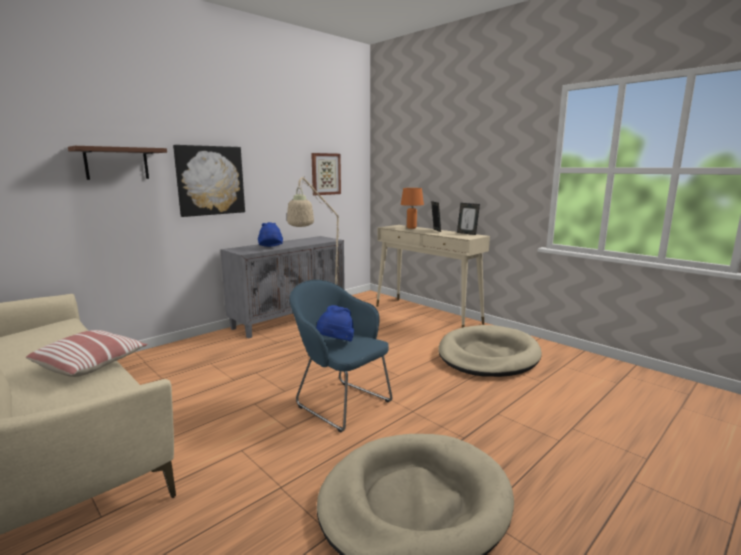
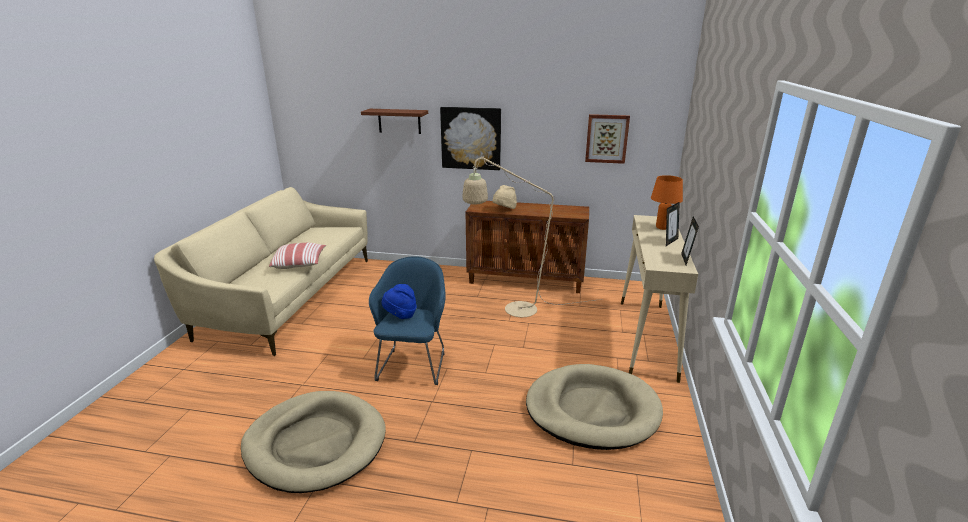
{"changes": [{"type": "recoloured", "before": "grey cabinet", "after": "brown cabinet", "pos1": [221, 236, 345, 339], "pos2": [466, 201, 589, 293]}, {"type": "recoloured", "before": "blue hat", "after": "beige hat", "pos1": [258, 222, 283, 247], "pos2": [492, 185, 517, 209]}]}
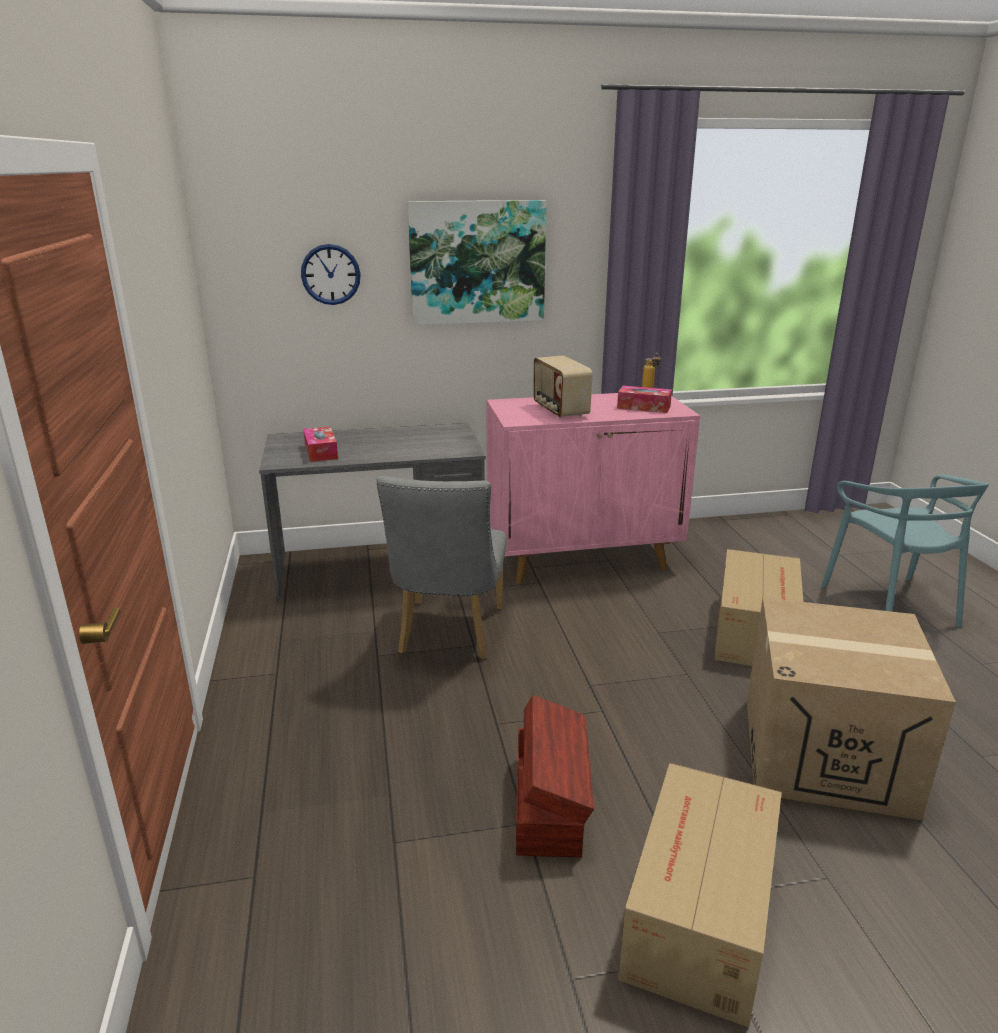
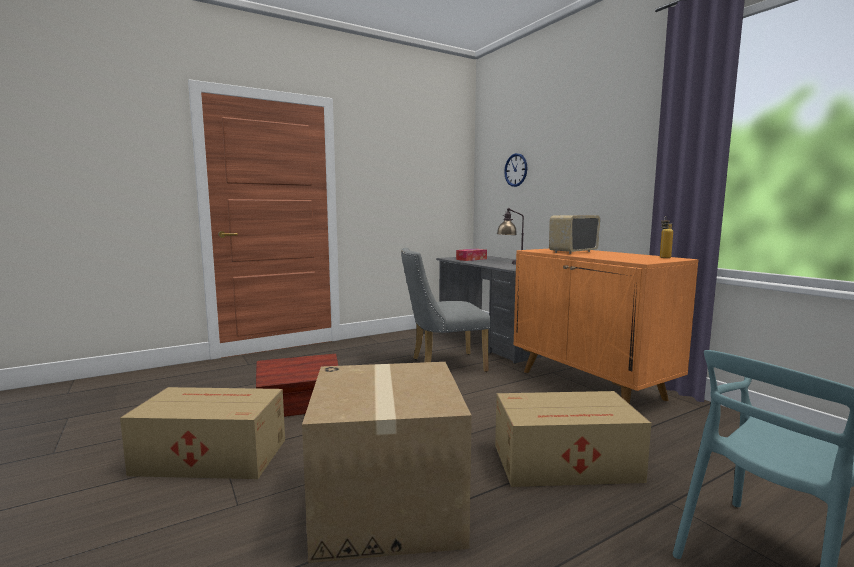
{"changes": [{"type": "removed", "before": "picture", "pos1": [407, 200, 547, 325]}, {"type": "recoloured", "before": "pink cabinet", "after": "orange cabinet", "pos1": [486, 393, 700, 584], "pos2": [514, 249, 698, 404]}, {"type": "removed", "before": "tissue box", "pos1": [617, 386, 672, 413]}, {"type": "added", "after": "table lamp", "pos2": [497, 208, 524, 265]}]}
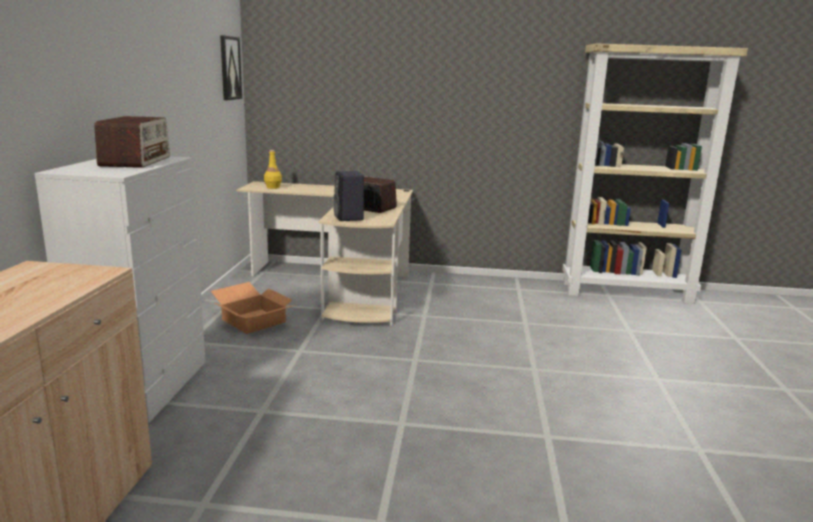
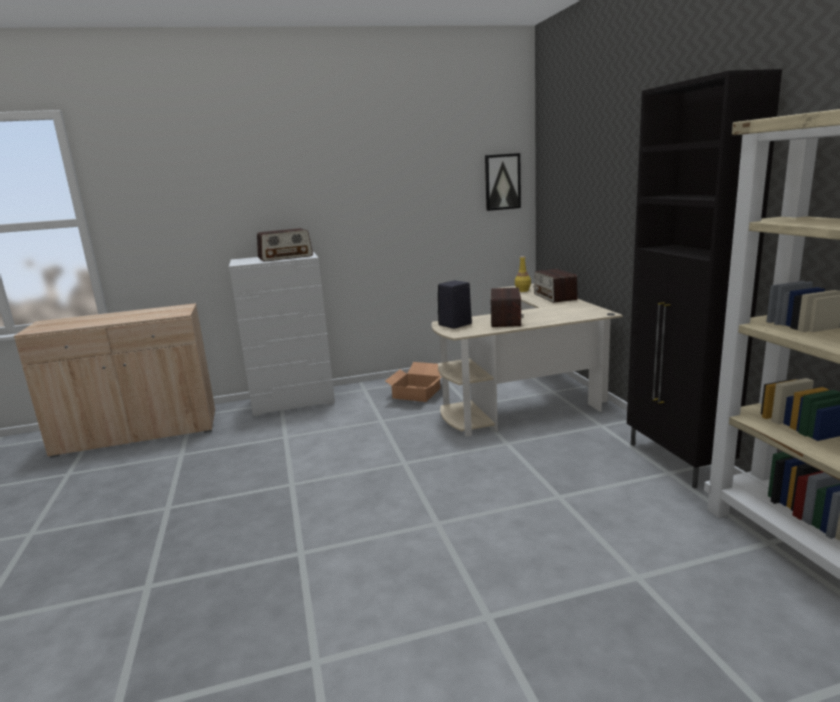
{"changes": [{"type": "added", "after": "radio", "pos2": [534, 269, 578, 303]}, {"type": "added", "after": "black cabinet", "pos2": [627, 69, 782, 489]}]}
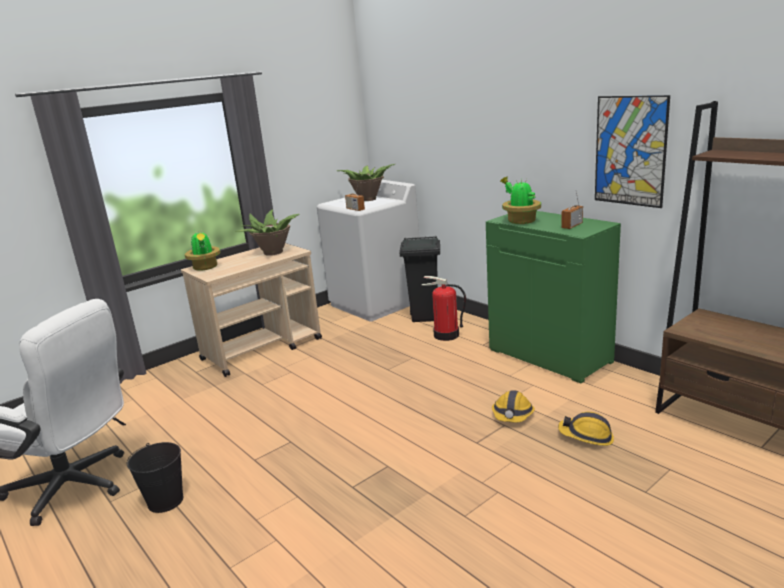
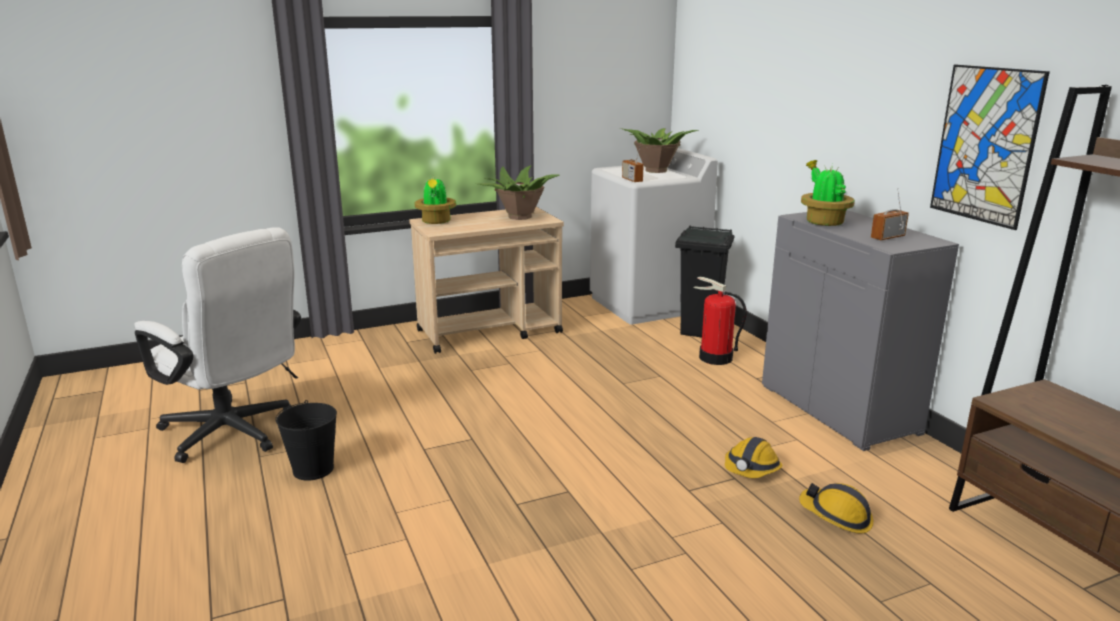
{"changes": [{"type": "recoloured", "before": "green cabinet", "after": "grey cabinet", "pos1": [486, 211, 621, 383], "pos2": [762, 210, 959, 451]}]}
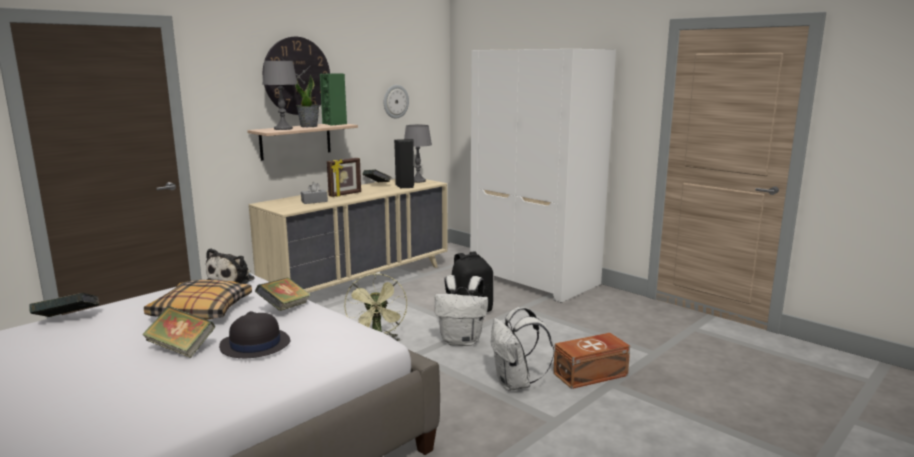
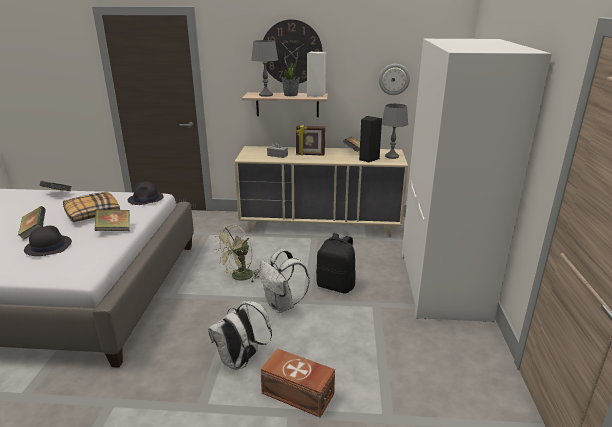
{"changes": [{"type": "replaced", "before": "plush toy", "after": "black hat", "pos1": [206, 248, 255, 284], "pos2": [128, 182, 164, 205]}, {"type": "recoloured", "before": "green speaker", "after": "white speaker", "pos1": [320, 73, 347, 126], "pos2": [307, 51, 326, 97]}]}
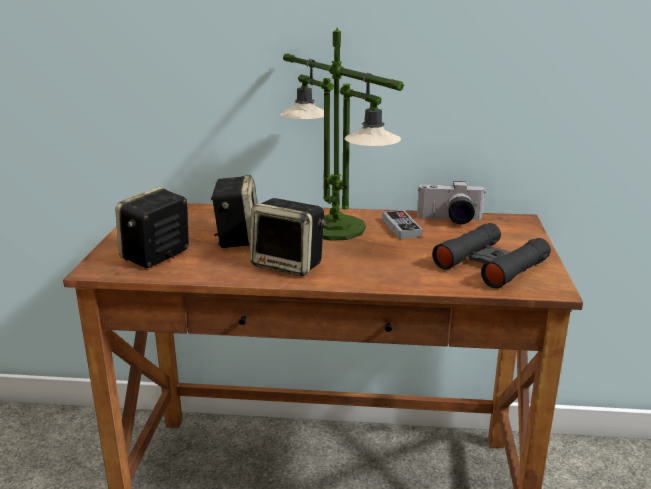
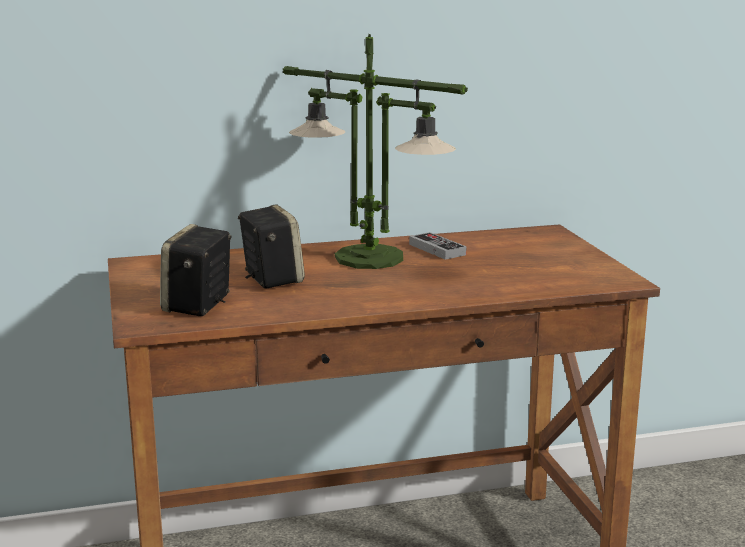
{"changes": [{"type": "removed", "before": "speaker", "pos1": [250, 198, 326, 276]}, {"type": "removed", "before": "photo camera", "pos1": [417, 181, 486, 224]}, {"type": "removed", "before": "black binoculars", "pos1": [432, 223, 551, 288]}]}
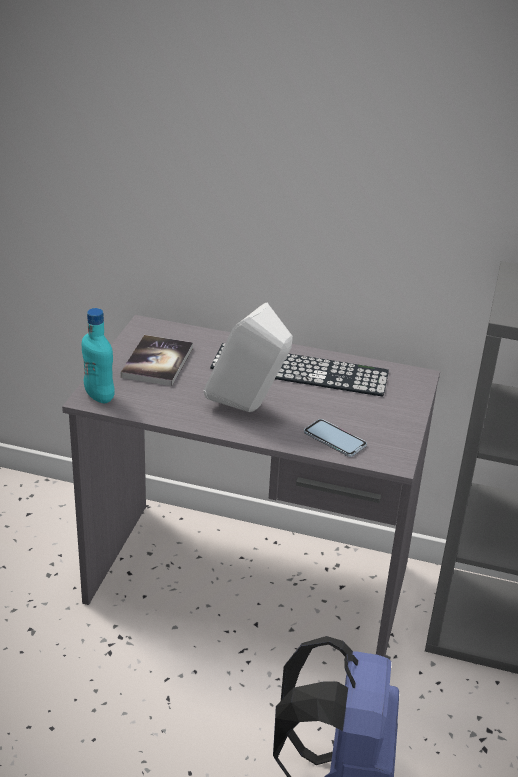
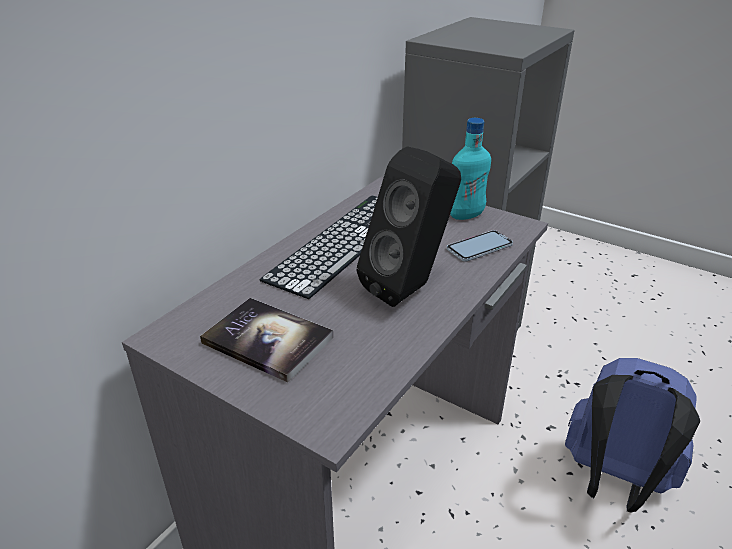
{"changes": [{"type": "moved", "before": "turquoise bottle", "pos1": [82, 308, 115, 403], "pos2": [450, 118, 491, 220]}, {"type": "recoloured", "before": "white speaker", "after": "black speaker", "pos1": [204, 303, 293, 412], "pos2": [357, 146, 461, 307]}]}
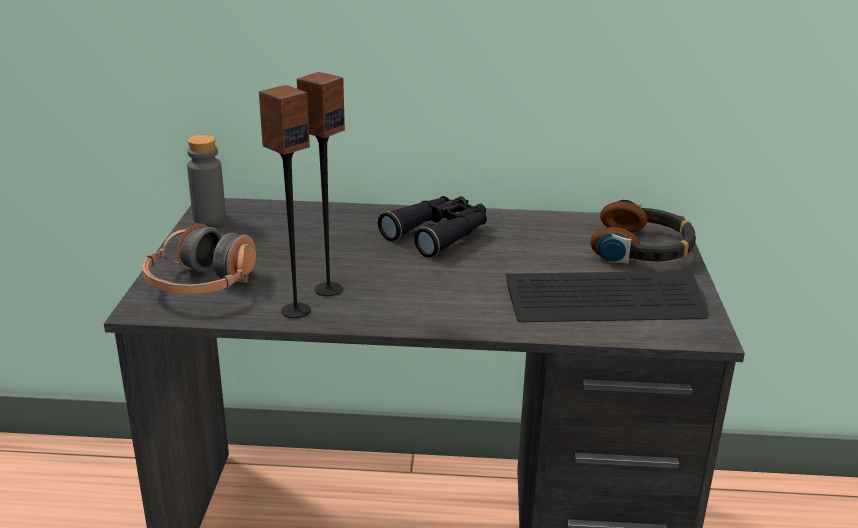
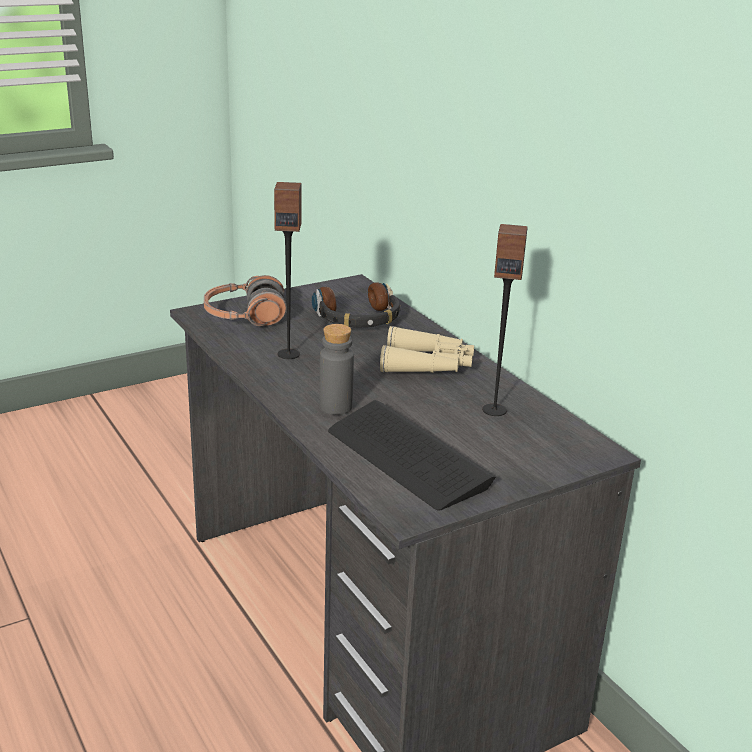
{"changes": [{"type": "moved", "before": "grey bottle", "pos1": [187, 135, 226, 225], "pos2": [319, 324, 354, 415]}, {"type": "moved", "before": "speaker", "pos1": [259, 85, 311, 318], "pos2": [482, 224, 528, 416]}, {"type": "recoloured", "before": "black binoculars", "after": "beige binoculars", "pos1": [378, 196, 487, 258], "pos2": [380, 326, 474, 373]}, {"type": "moved", "before": "headphones", "pos1": [590, 199, 696, 264], "pos2": [312, 282, 400, 327]}]}
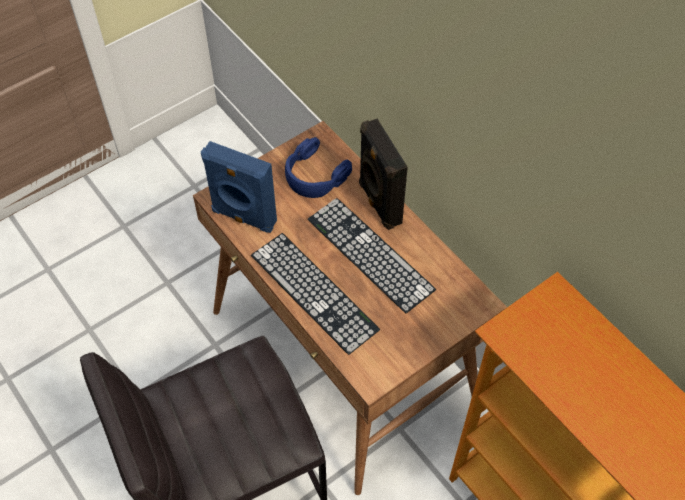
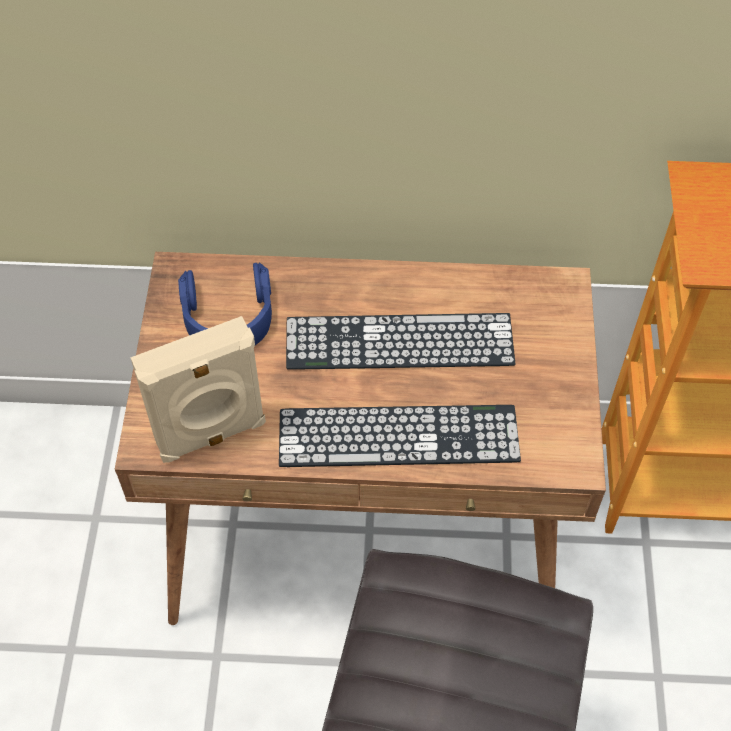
{"changes": [{"type": "recoloured", "before": "blue speaker", "after": "beige speaker", "pos1": [201, 141, 277, 233], "pos2": [130, 316, 266, 463]}, {"type": "removed", "before": "black speaker", "pos1": [359, 119, 408, 230]}]}
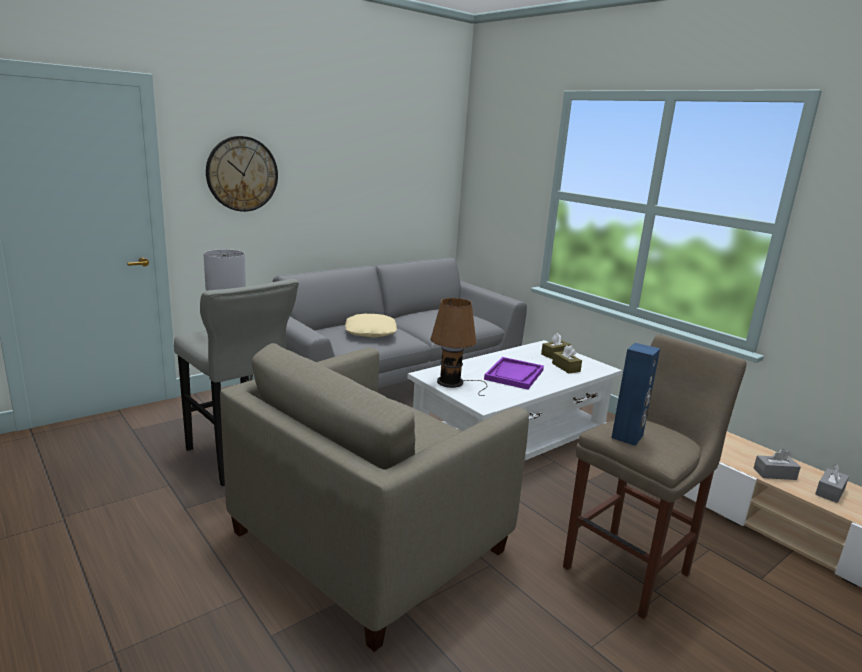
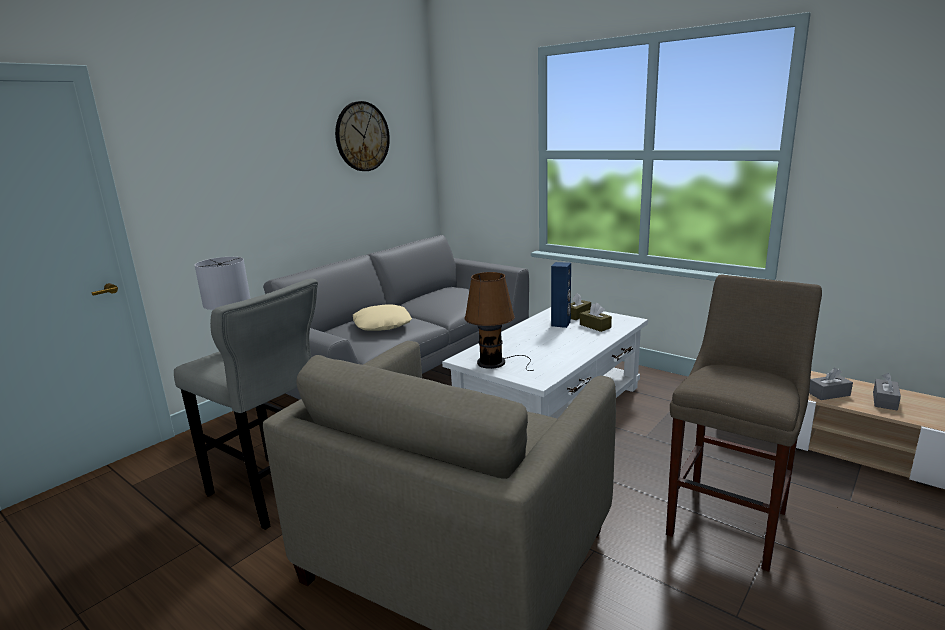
{"changes": [{"type": "moved", "before": "wall clock", "pos1": [206, 136, 278, 212], "pos2": [335, 101, 390, 171]}, {"type": "removed", "before": "purple tray", "pos1": [484, 357, 544, 390]}, {"type": "moved", "before": "blue speaker", "pos1": [612, 343, 660, 446], "pos2": [551, 262, 571, 328]}]}
